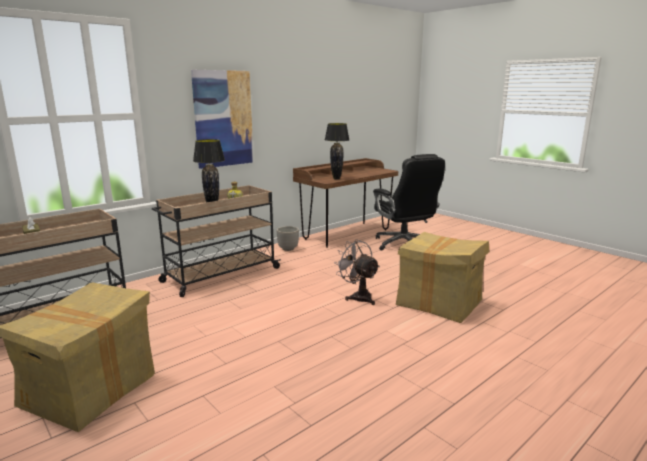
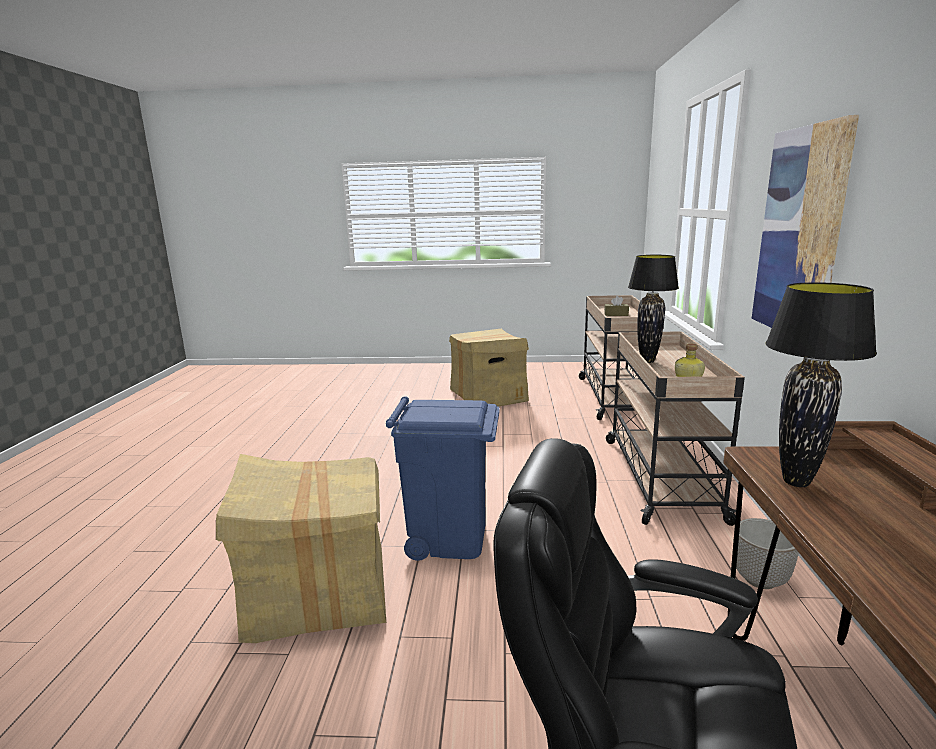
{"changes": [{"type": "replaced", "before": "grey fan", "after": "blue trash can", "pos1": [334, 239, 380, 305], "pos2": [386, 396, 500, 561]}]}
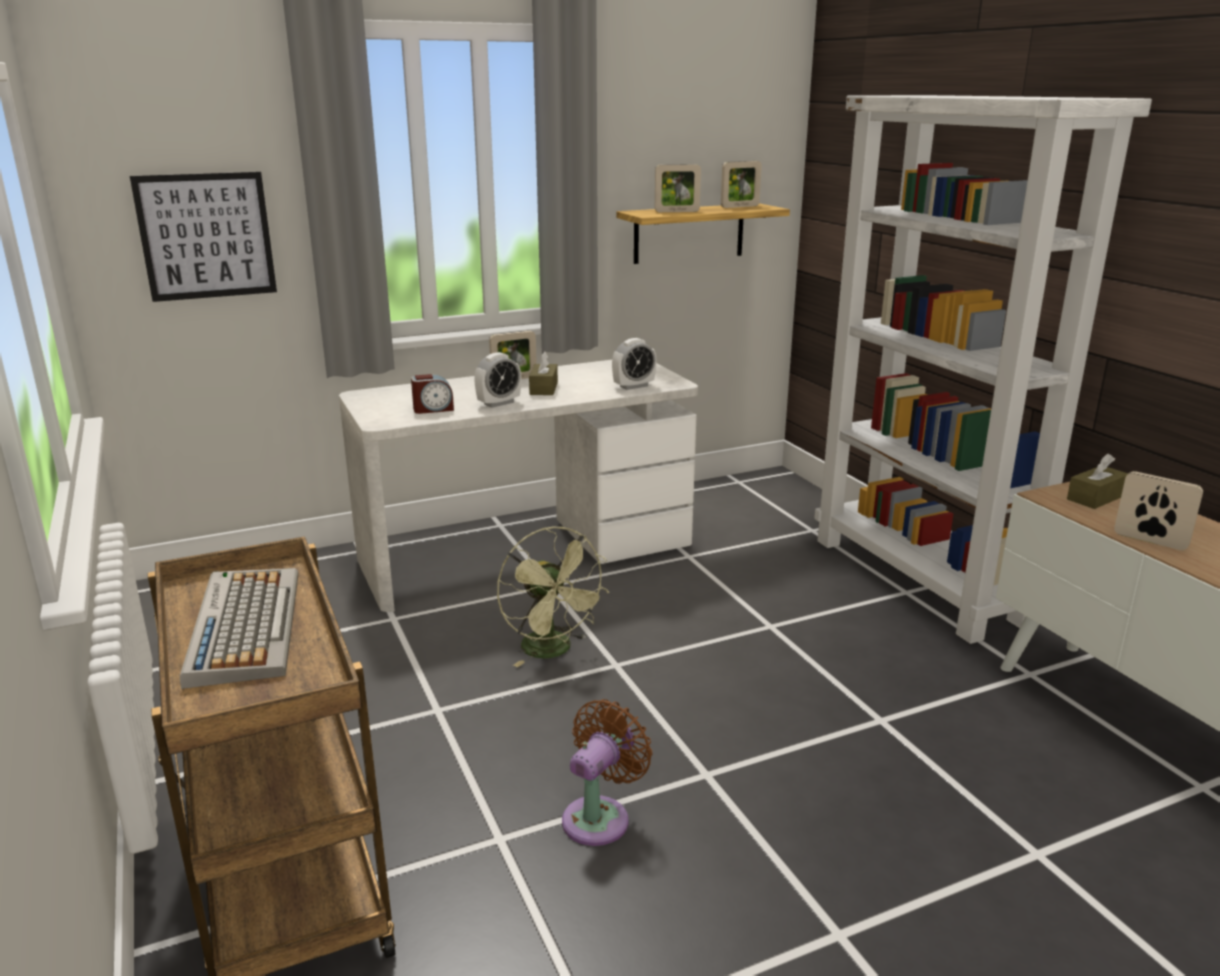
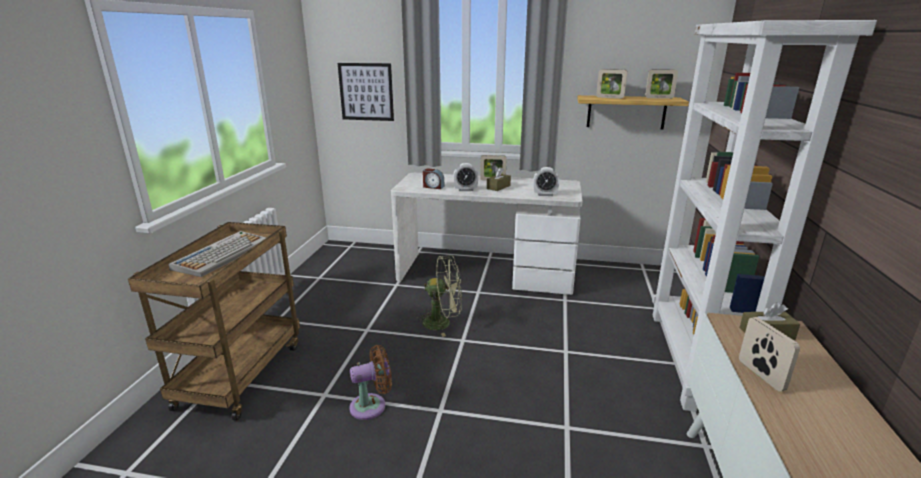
{"changes": [{"type": "turned", "before": "green fan", "pos1": [497, 527, 609, 667], "pos2": [416, 255, 462, 337], "turn": -90}]}
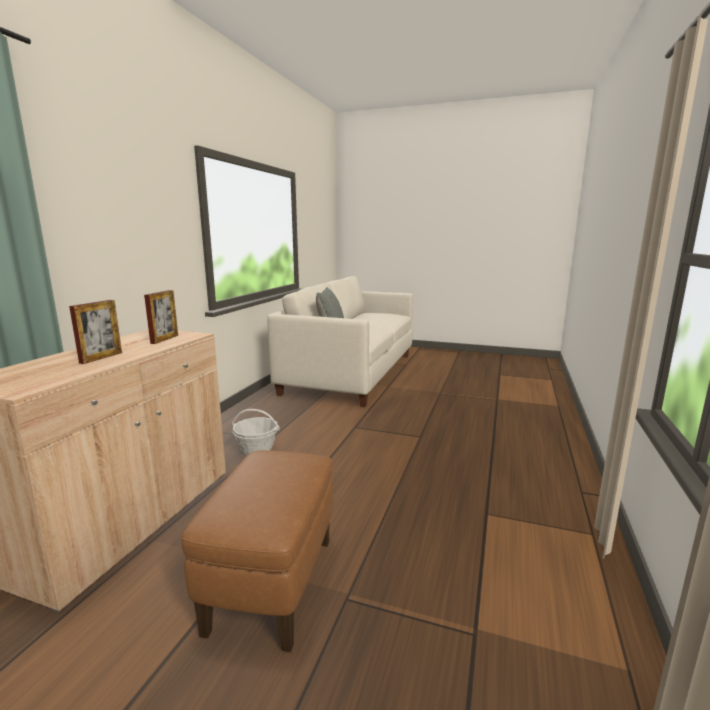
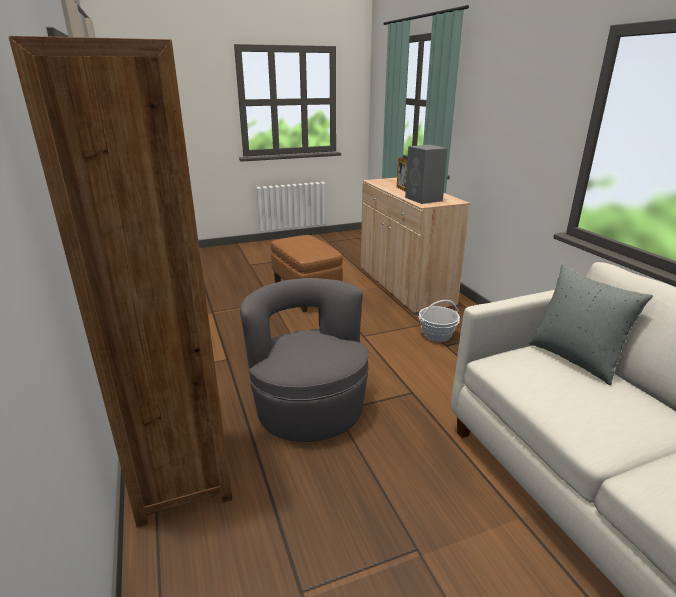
{"changes": [{"type": "replaced", "before": "picture frame", "after": "grey speaker", "pos1": [144, 290, 178, 344], "pos2": [405, 145, 448, 204]}, {"type": "added", "after": "brown bookcase", "pos2": [9, 36, 233, 527]}, {"type": "added", "after": "grey armchair", "pos2": [240, 278, 369, 442]}]}
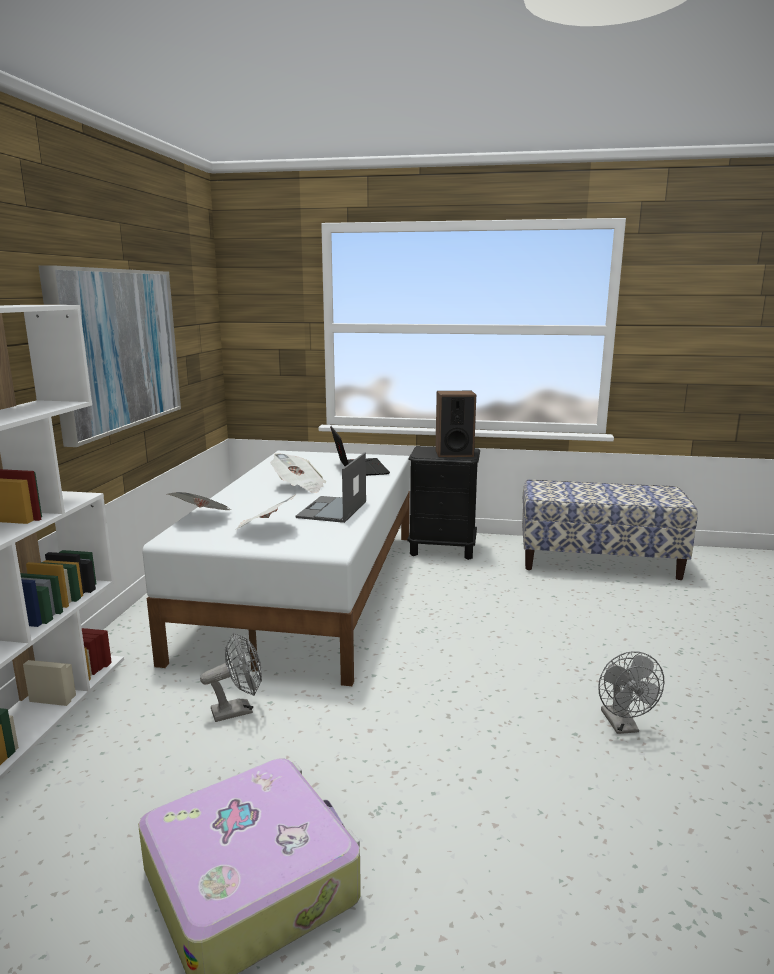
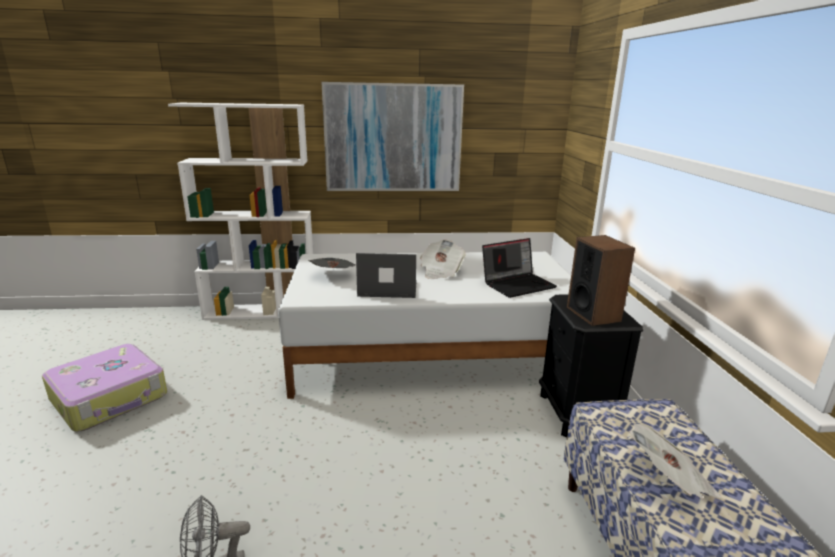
{"changes": [{"type": "moved", "before": "newspaper", "pos1": [167, 492, 231, 510], "pos2": [629, 424, 721, 499]}, {"type": "removed", "before": "grey fan", "pos1": [200, 633, 262, 722]}]}
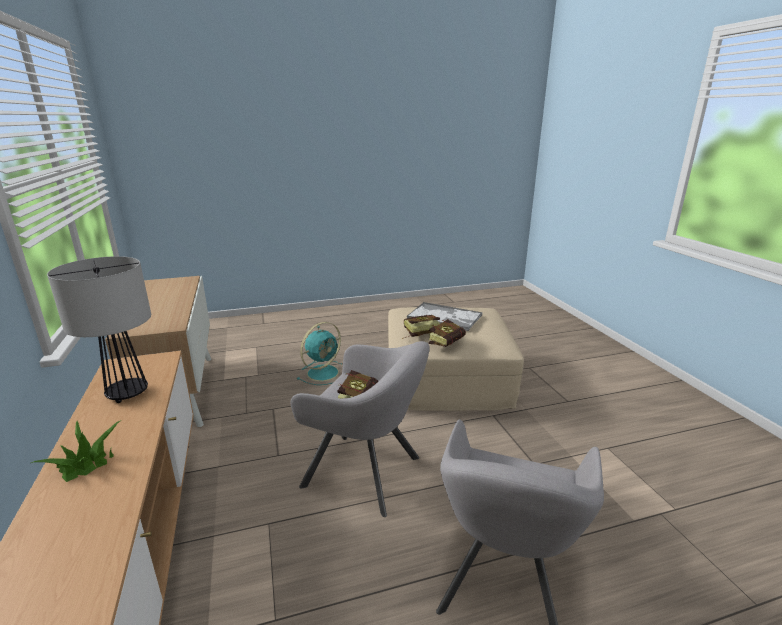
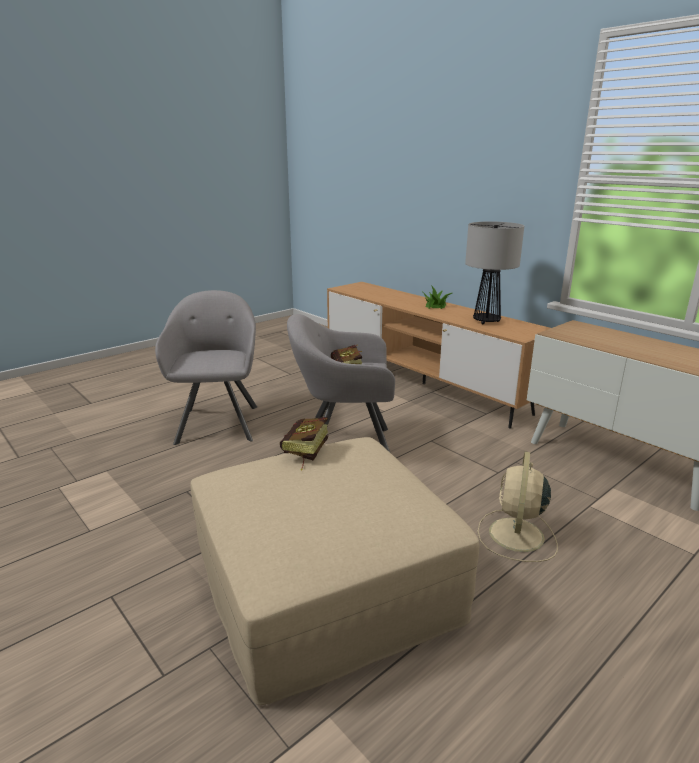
{"changes": [{"type": "recoloured", "before": "turquoise fan", "after": "beige fan", "pos1": [297, 322, 343, 385], "pos2": [478, 451, 558, 562]}, {"type": "removed", "before": "book", "pos1": [402, 315, 440, 339]}, {"type": "removed", "before": "tray", "pos1": [407, 302, 482, 331]}]}
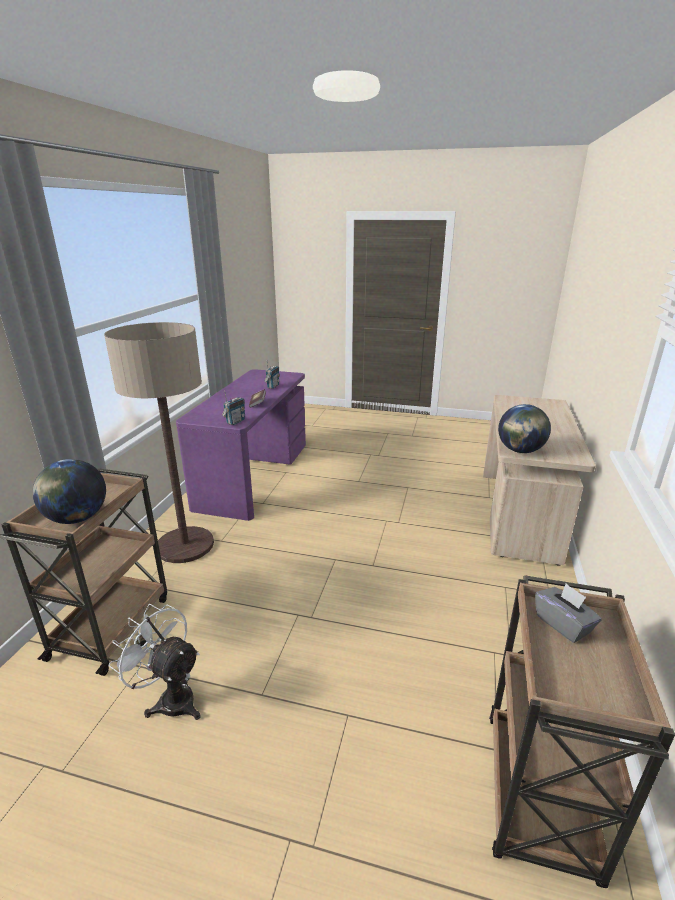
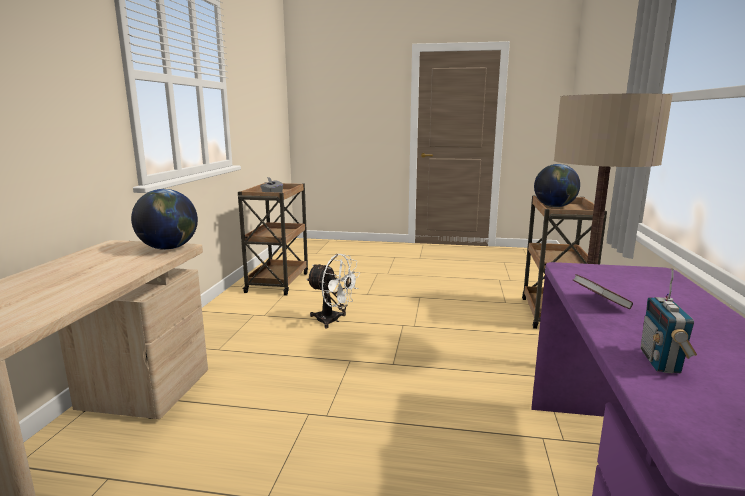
{"changes": [{"type": "moved", "before": "white fan", "pos1": [109, 604, 201, 720], "pos2": [306, 254, 360, 329]}, {"type": "removed", "before": "radio", "pos1": [222, 391, 245, 425]}]}
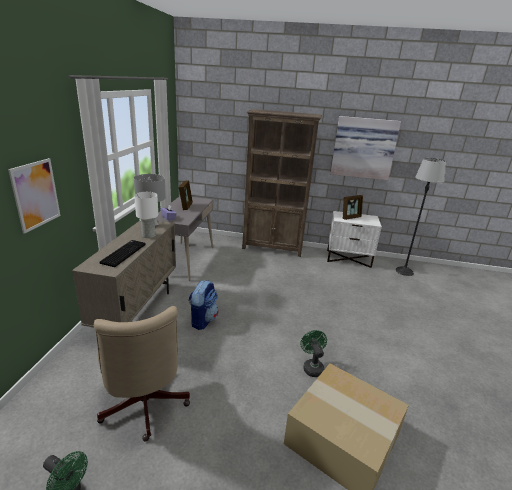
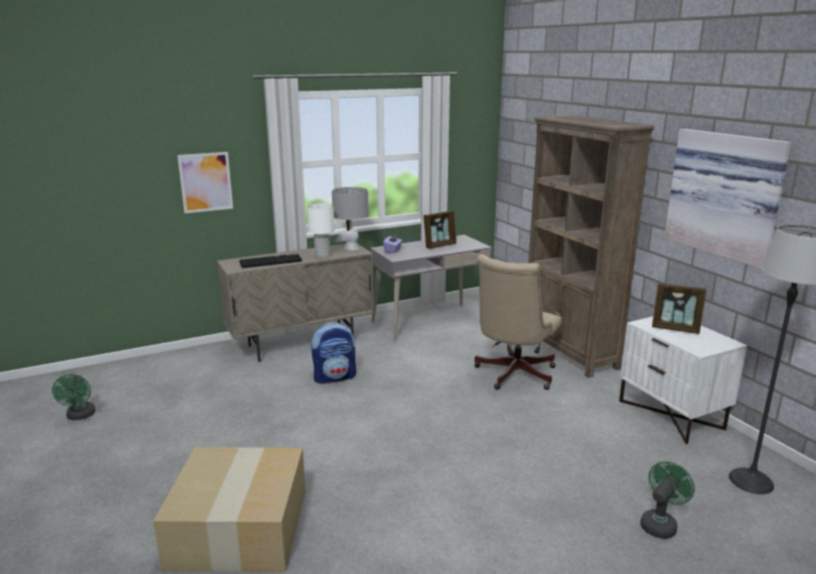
{"changes": [{"type": "moved", "before": "beige office chair", "pos1": [94, 306, 190, 442], "pos2": [474, 254, 562, 390]}, {"type": "moved", "before": "green fan", "pos1": [300, 330, 327, 377], "pos2": [640, 461, 695, 539]}]}
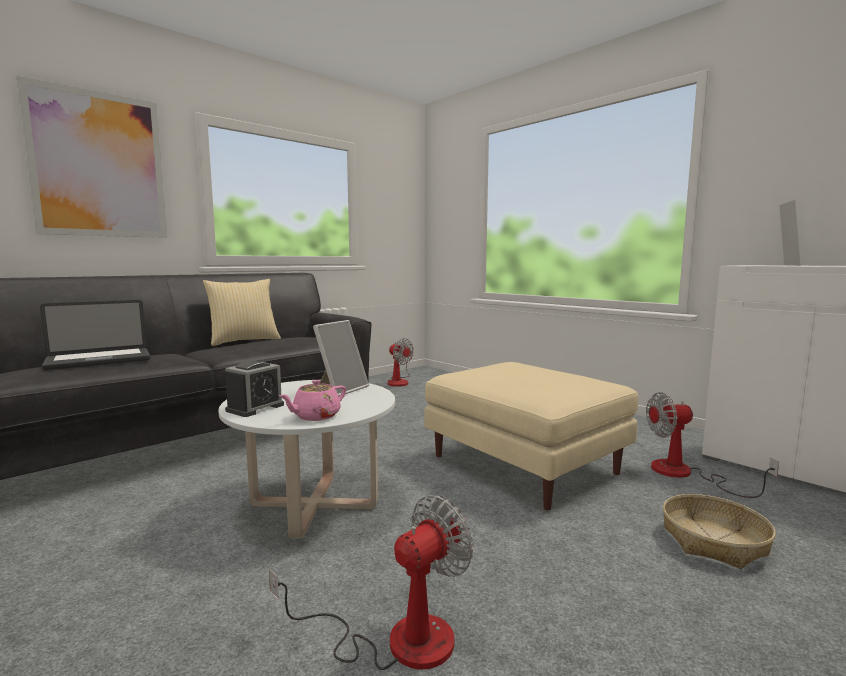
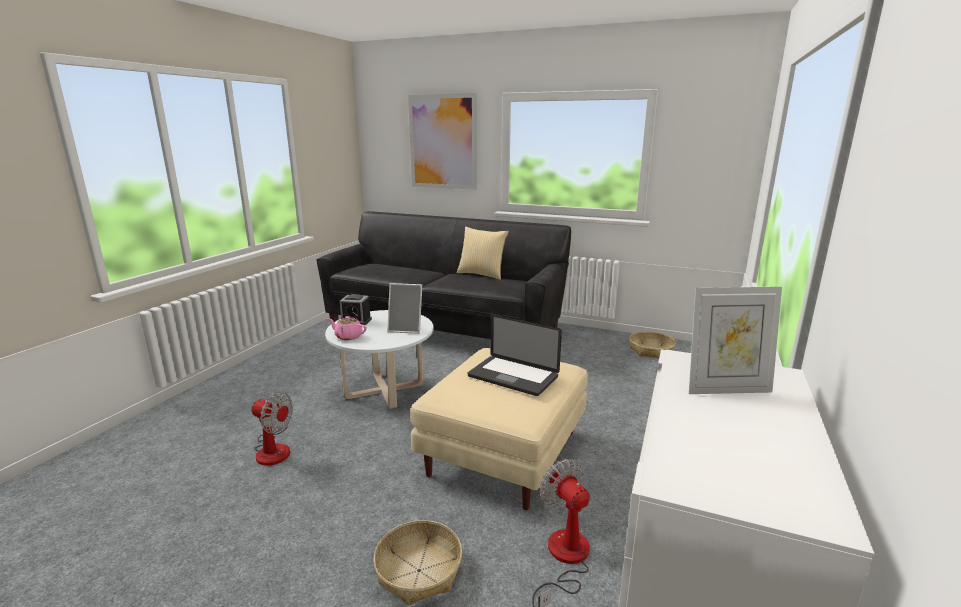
{"changes": [{"type": "moved", "before": "laptop", "pos1": [40, 300, 151, 370], "pos2": [468, 314, 562, 396]}, {"type": "replaced", "before": "fan", "after": "basket", "pos1": [388, 338, 414, 387], "pos2": [629, 331, 676, 359]}]}
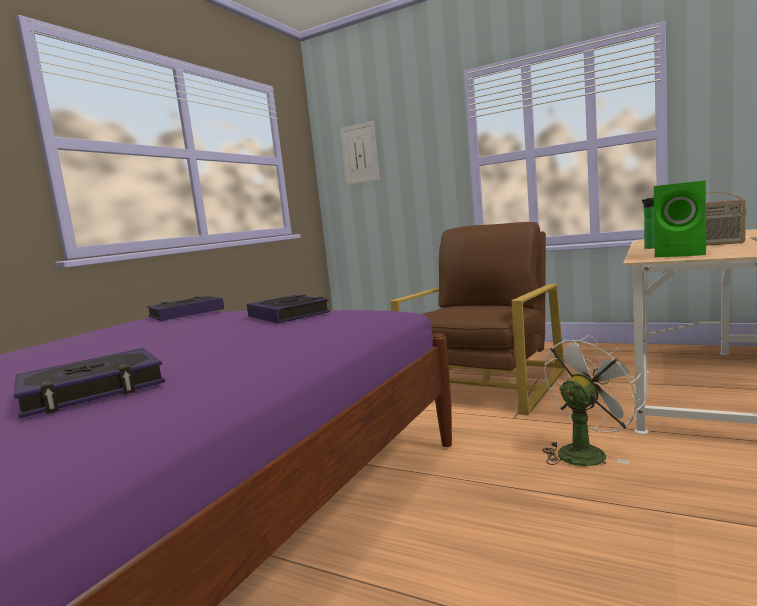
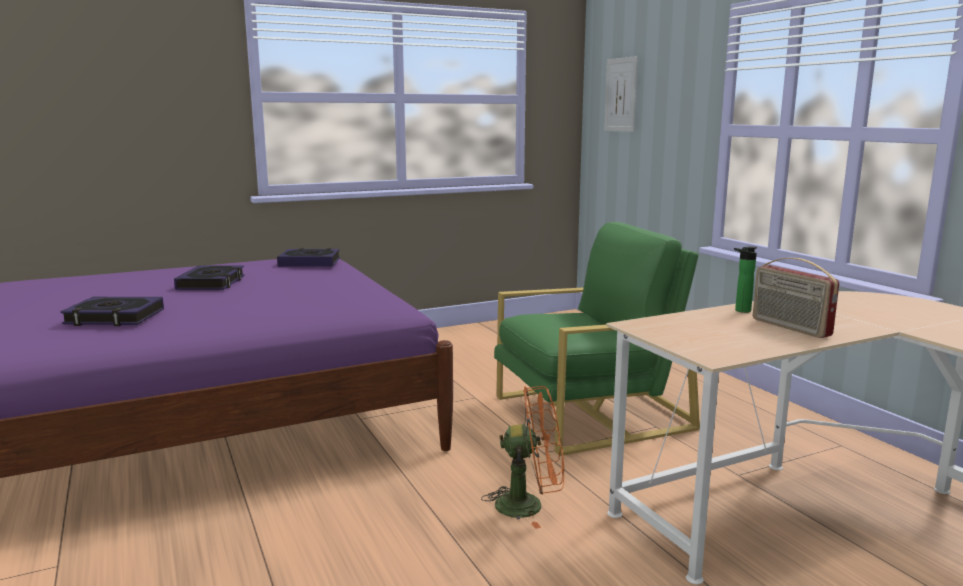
{"changes": [{"type": "moved", "before": "book", "pos1": [247, 295, 330, 323], "pos2": [174, 265, 245, 290]}, {"type": "recoloured", "before": "brown armchair", "after": "green armchair", "pos1": [390, 222, 565, 415], "pos2": [494, 222, 700, 456]}, {"type": "recoloured", "before": "white fan", "after": "orange fan", "pos1": [543, 334, 645, 466], "pos2": [481, 386, 564, 529]}, {"type": "removed", "before": "green speaker", "pos1": [654, 180, 706, 257]}]}
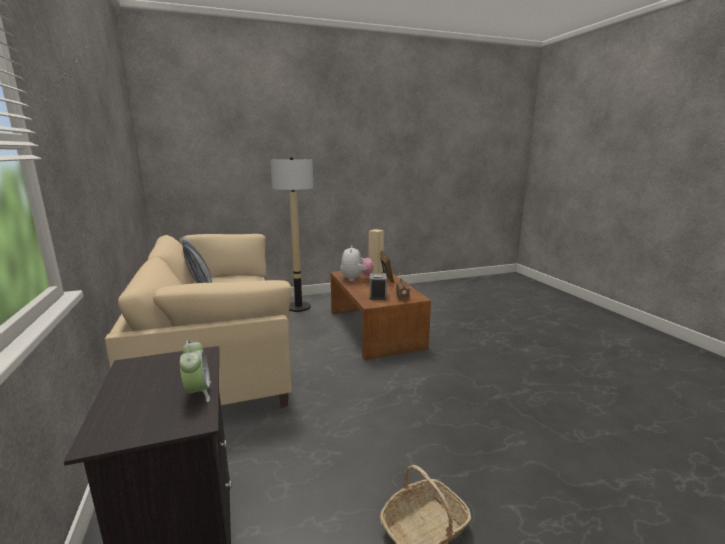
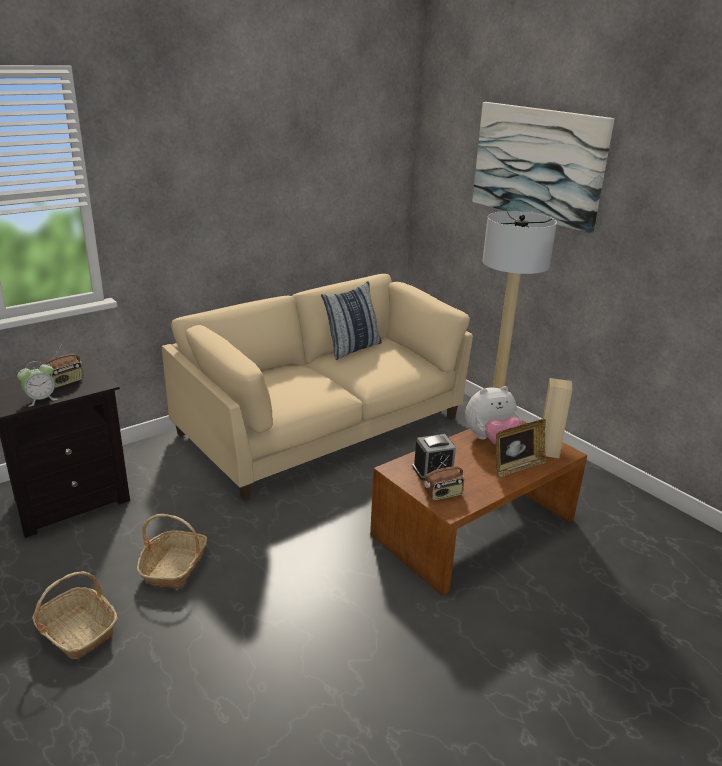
{"changes": [{"type": "added", "after": "radio", "pos2": [44, 343, 84, 388]}, {"type": "added", "after": "basket", "pos2": [137, 514, 207, 589]}, {"type": "added", "after": "picture", "pos2": [472, 102, 615, 234]}]}
